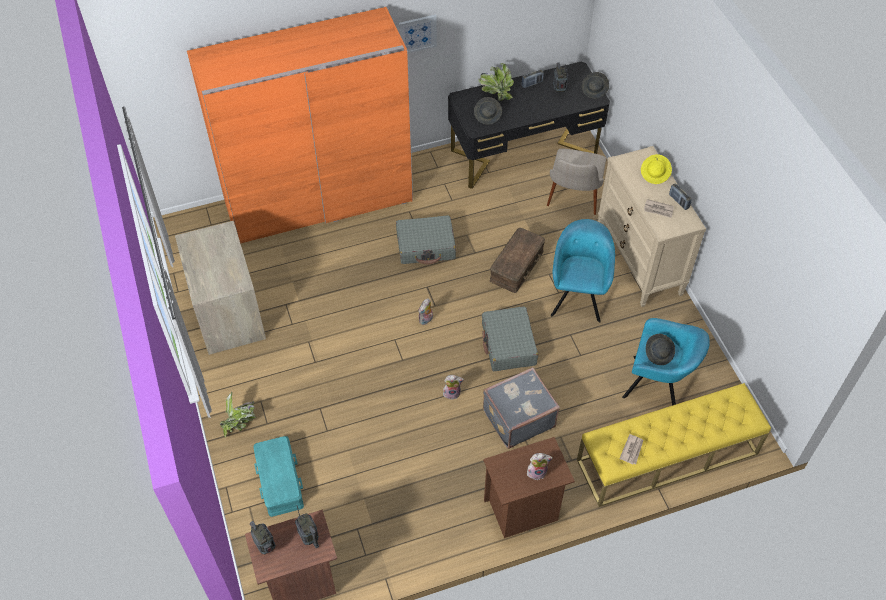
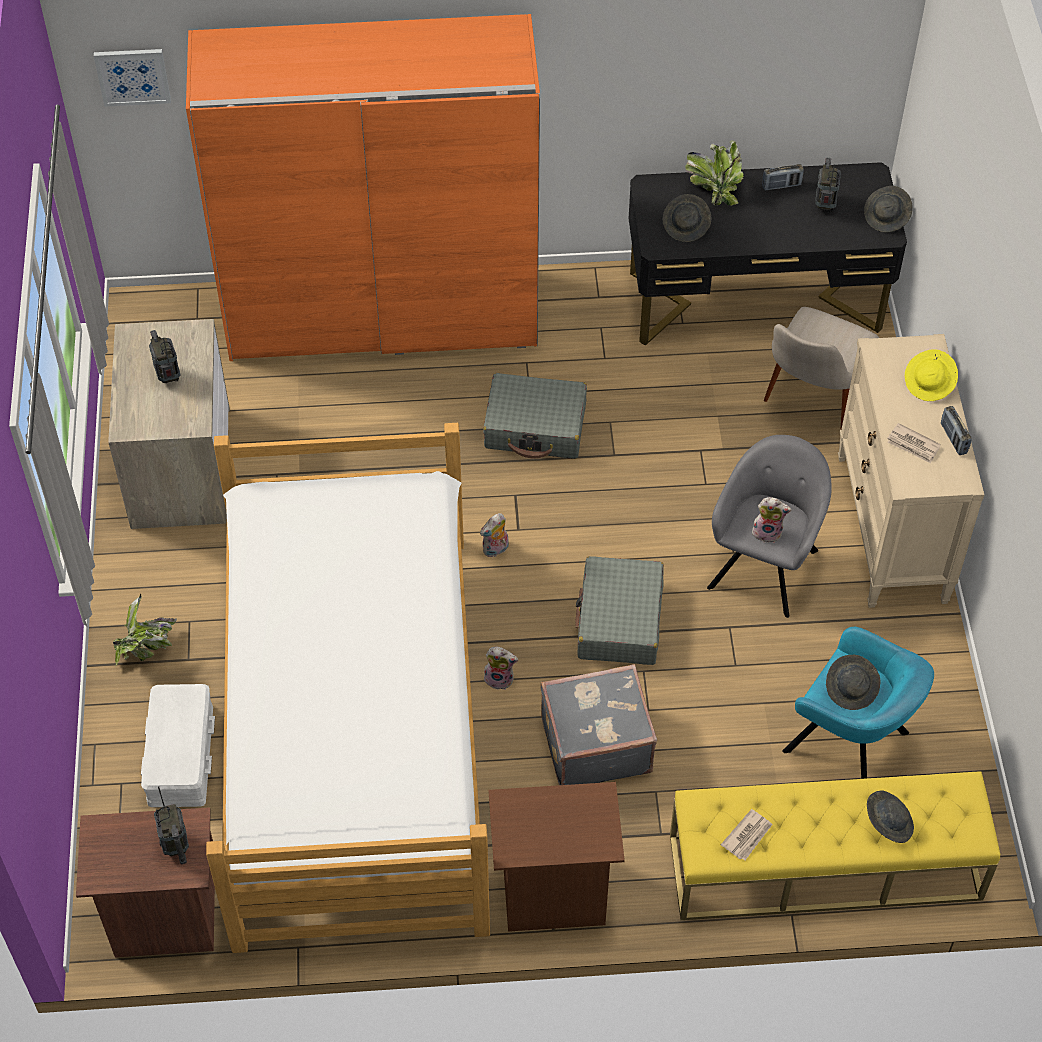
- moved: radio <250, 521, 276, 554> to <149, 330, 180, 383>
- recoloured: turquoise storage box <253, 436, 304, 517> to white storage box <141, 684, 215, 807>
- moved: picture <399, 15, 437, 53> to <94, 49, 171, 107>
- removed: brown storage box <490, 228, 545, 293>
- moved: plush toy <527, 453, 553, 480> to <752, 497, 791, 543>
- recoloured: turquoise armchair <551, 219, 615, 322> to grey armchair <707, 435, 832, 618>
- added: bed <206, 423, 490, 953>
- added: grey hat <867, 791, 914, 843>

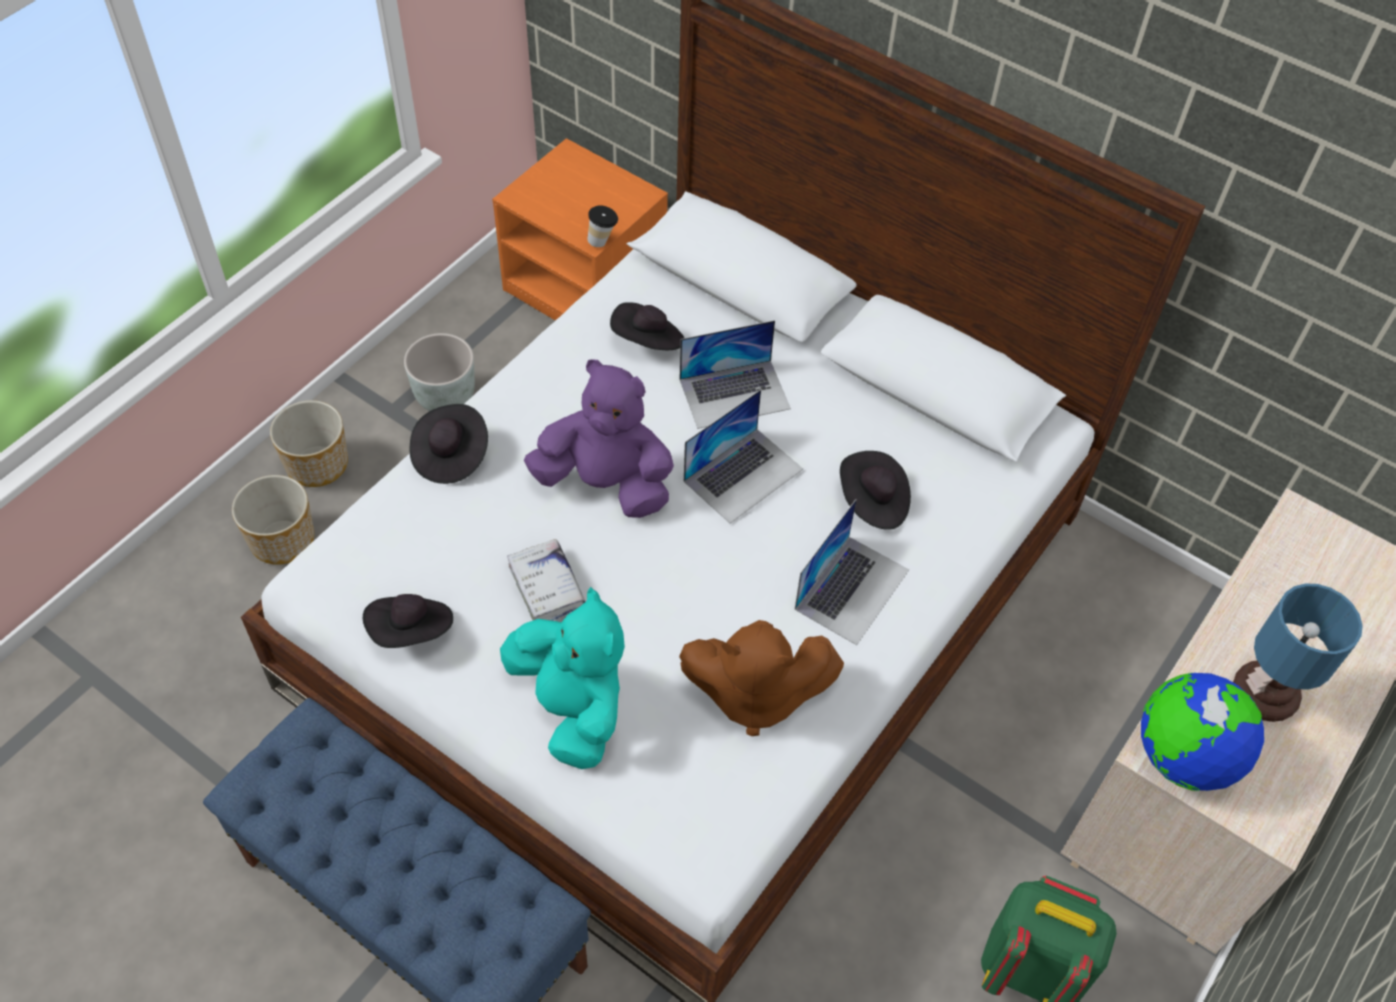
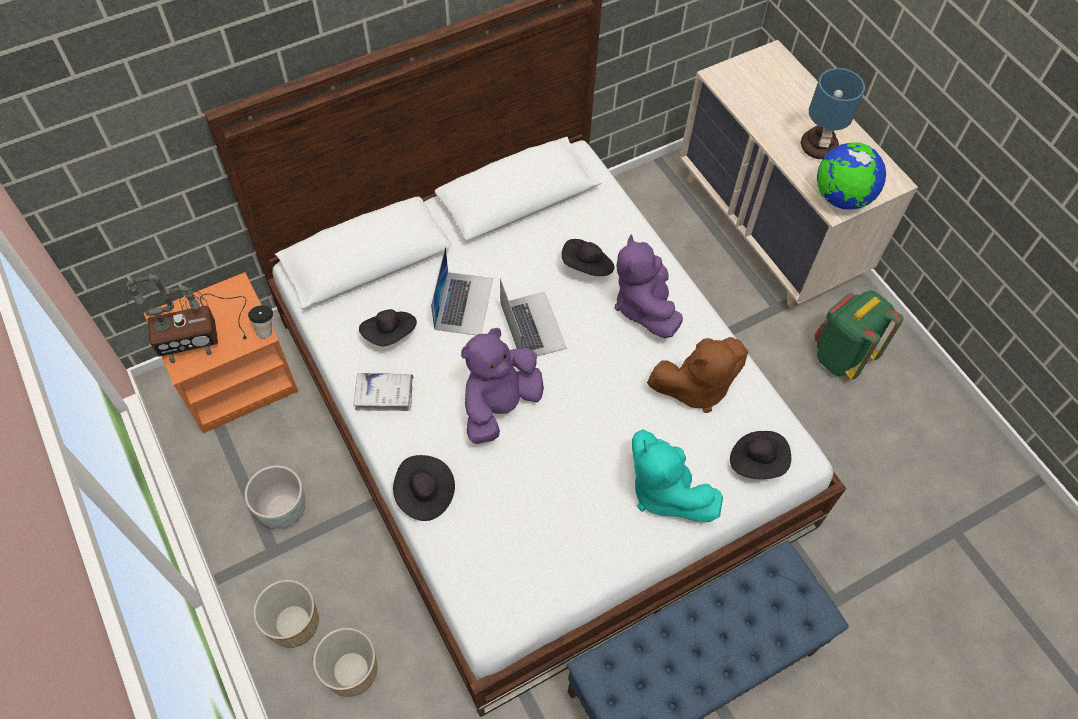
- moved: black hat <363, 594, 453, 648> to <730, 431, 791, 479>
- turned: turquoise plush toy <500, 587, 625, 769> = <632, 429, 723, 522> 120 degrees counterclockwise
- moved: white book <507, 539, 586, 621> to <353, 373, 414, 411>
- turned: brown plush toy <679, 620, 844, 736> = <647, 337, 748, 413> 45 degrees clockwise
- replaced: laptop <795, 499, 909, 645> to purple plush toy <615, 234, 683, 338>
- added: table lamp <124, 274, 247, 363>

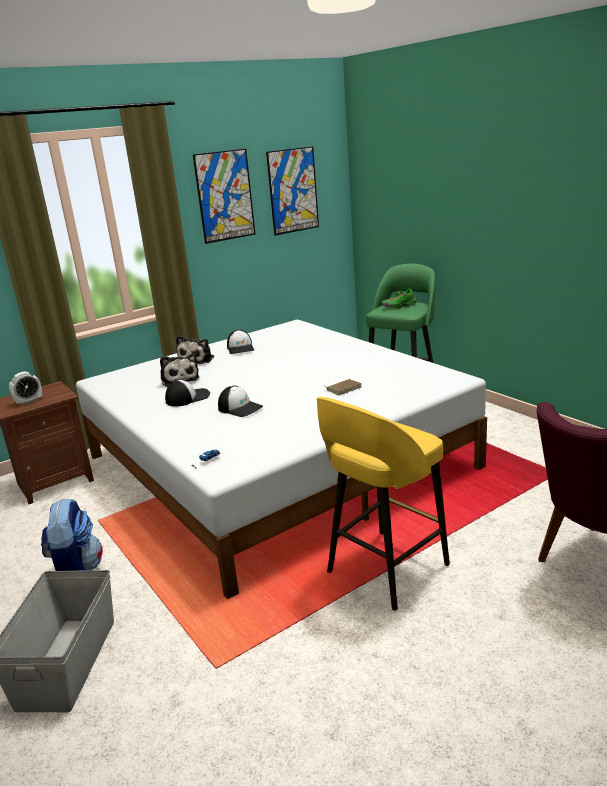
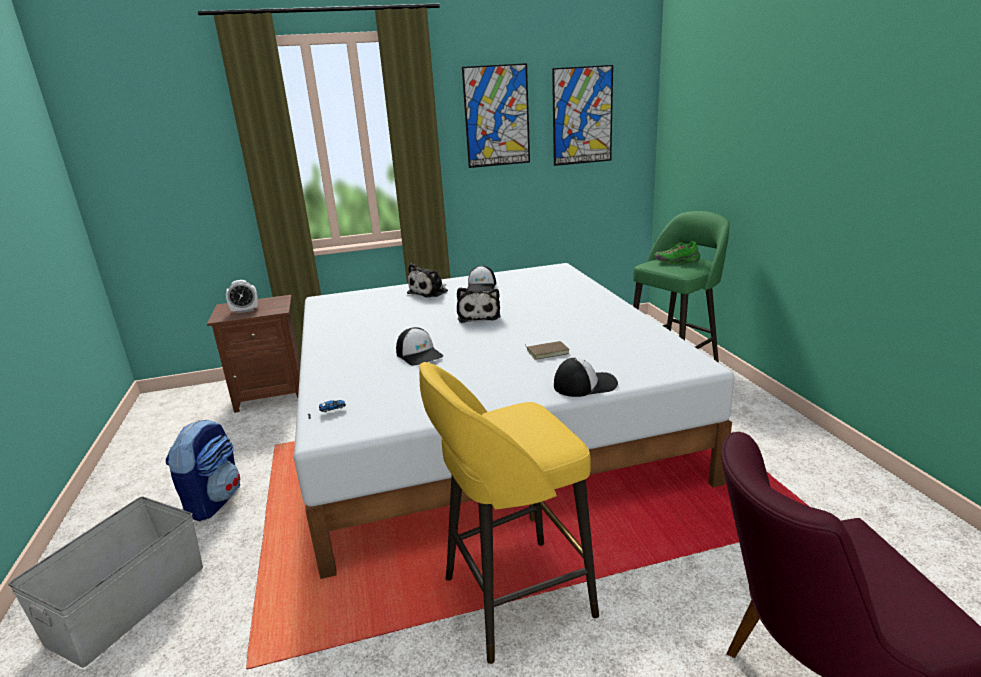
- moved: plush toy <160, 354, 200, 387> to <457, 287, 500, 323>
- moved: cap <165, 380, 210, 406> to <554, 358, 618, 397>

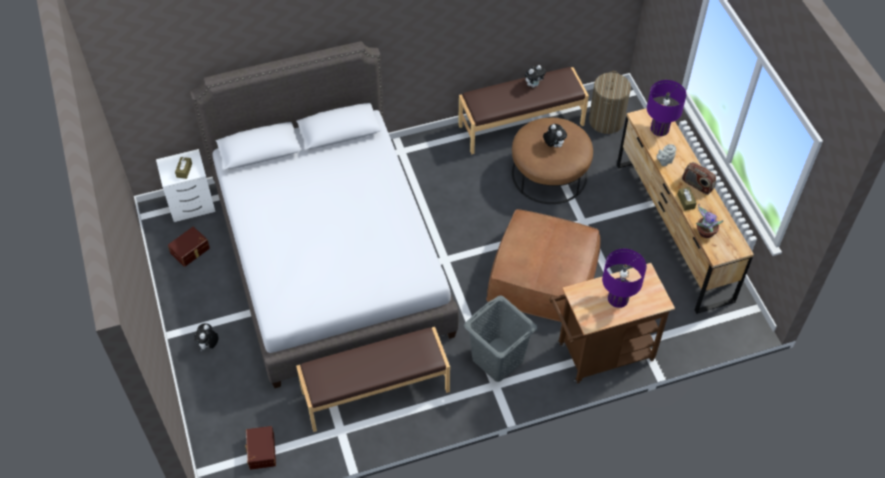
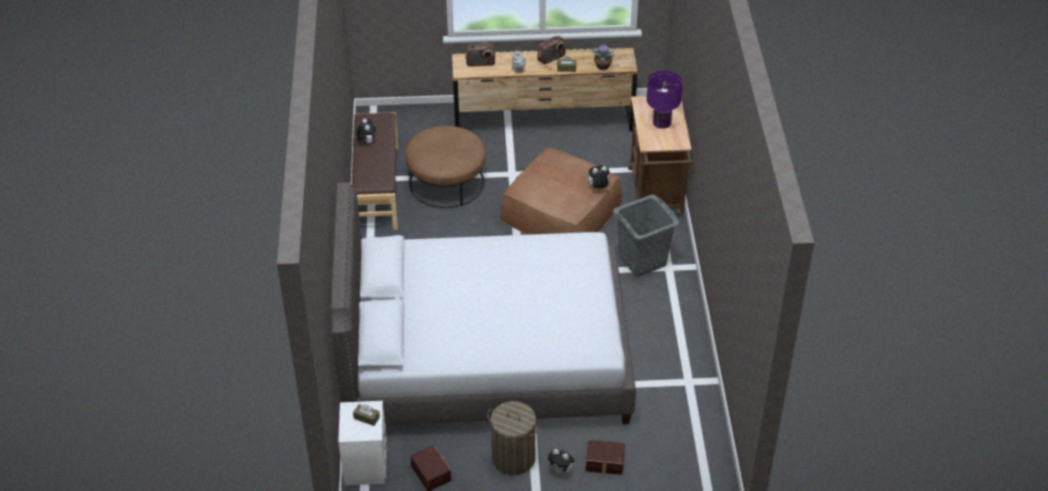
- moved: brown storage box <246, 426, 276, 470> to <585, 440, 625, 475>
- removed: brown bench <296, 327, 450, 432>
- moved: plush toy <543, 124, 567, 147> to <586, 165, 610, 188>
- moved: laundry basket <589, 71, 631, 134> to <487, 401, 539, 475>
- replaced: purple table lamp <647, 80, 686, 136> to radio <465, 42, 496, 67>

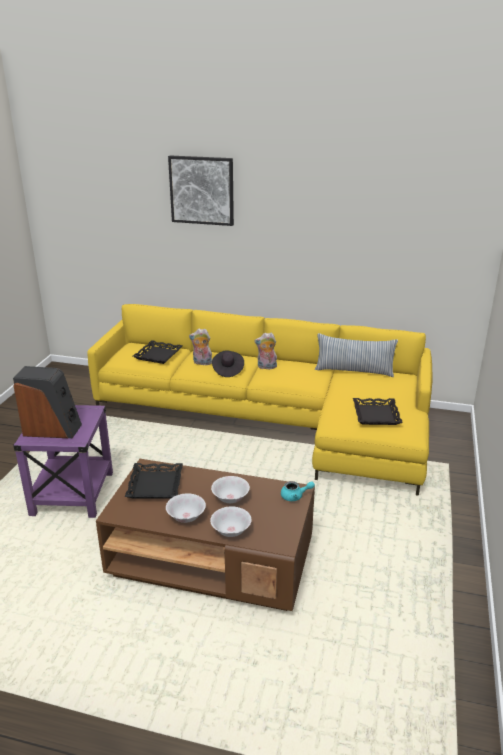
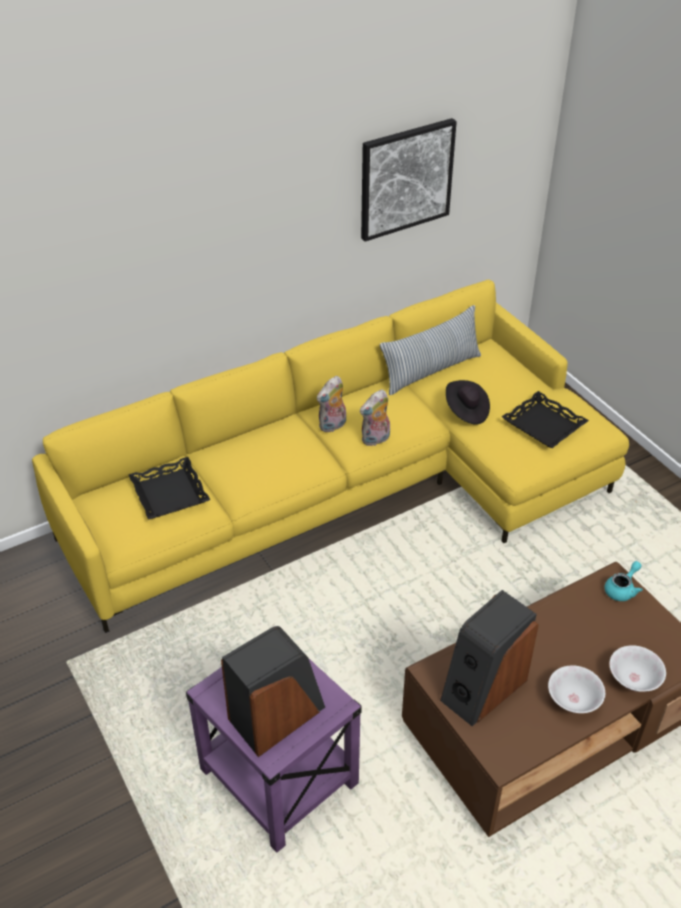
- replaced: black tray <125, 463, 183, 499> to speaker <440, 590, 539, 726>
- moved: picture <168, 156, 234, 226> to <361, 118, 457, 242>
- moved: plush toy <189, 329, 212, 365> to <360, 389, 390, 446>
- removed: white bowl <211, 476, 250, 503>
- moved: black hat <212, 350, 244, 377> to <446, 380, 490, 425>

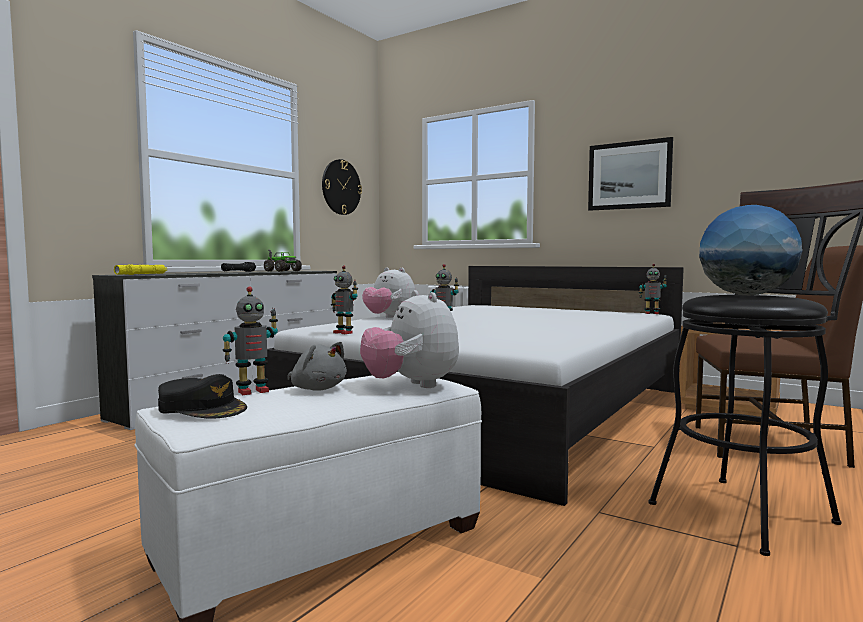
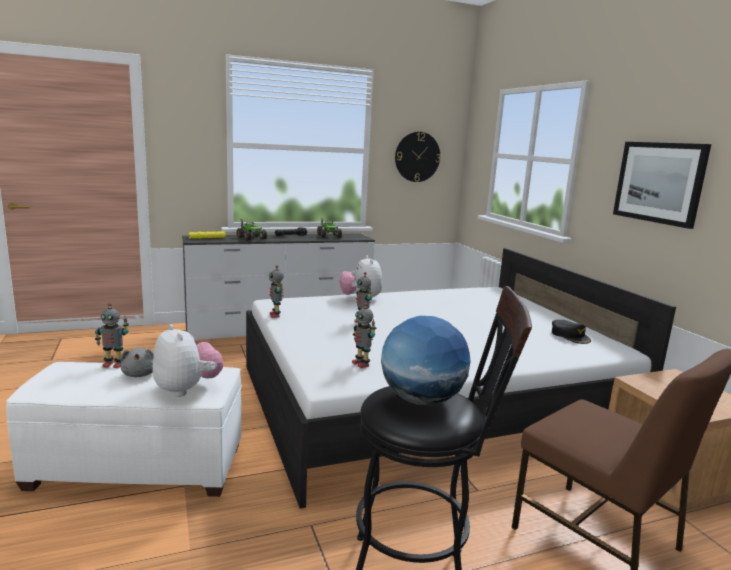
- moved: black cap <158, 374, 247, 419> to <552, 320, 591, 344>
- turned: plush toy <360, 290, 459, 388> = <152, 324, 224, 397> 135 degrees clockwise
- moved: toy robot <639, 264, 667, 314> to <352, 303, 376, 368>
- added: toy truck <237, 219, 267, 241>

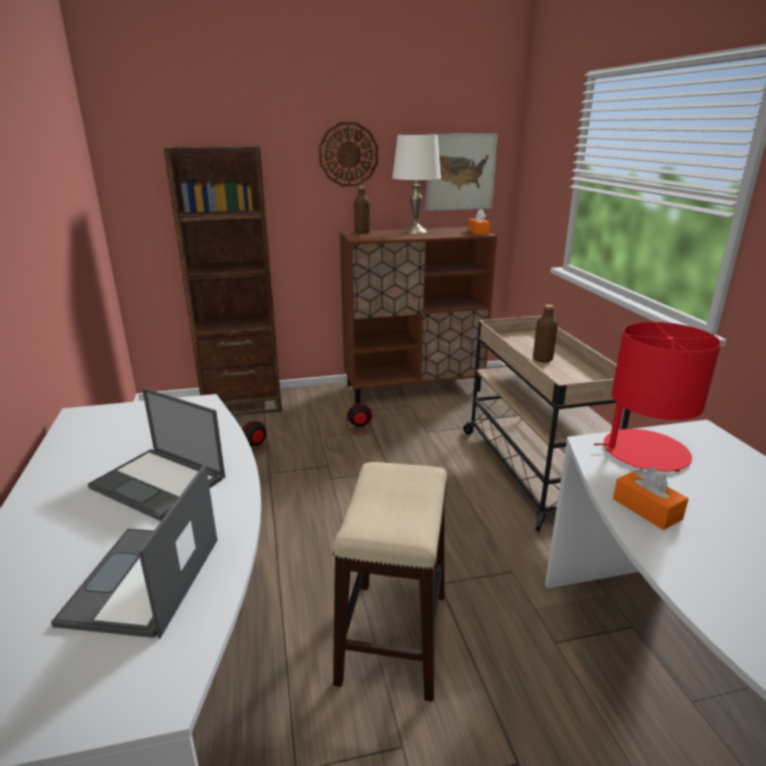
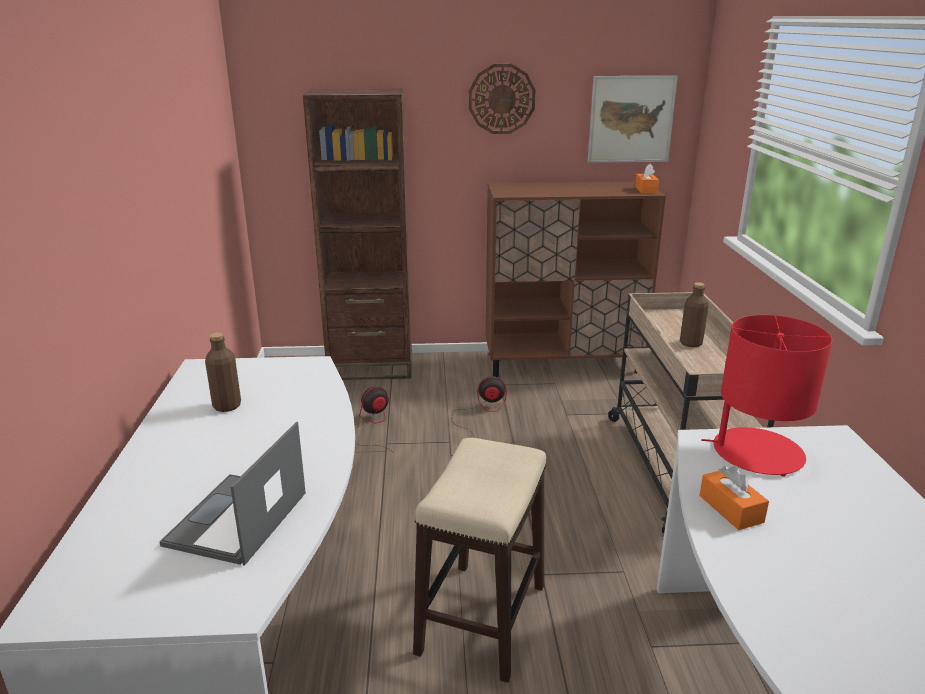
- removed: laptop <88, 388, 225, 521>
- moved: brown bottle <354, 186, 370, 233> to <205, 333, 241, 412>
- removed: white table lamp <392, 135, 441, 234>

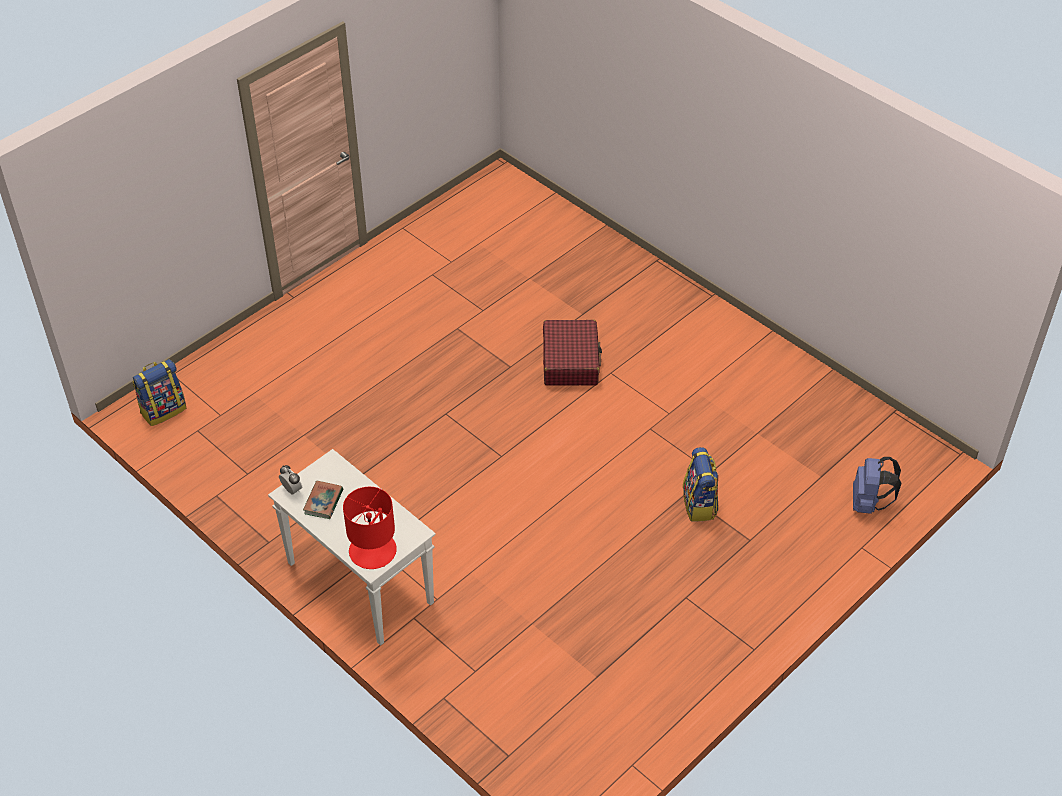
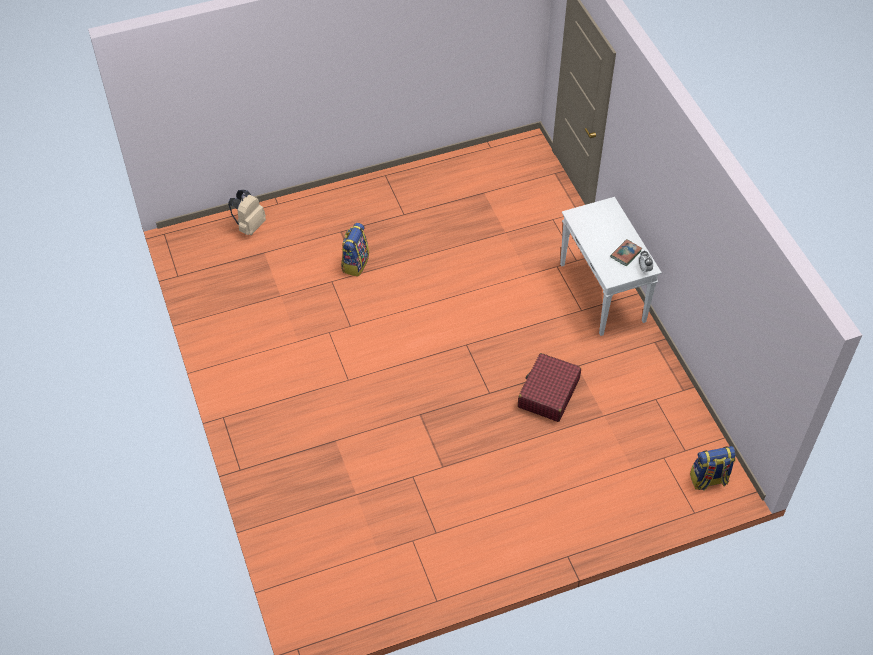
- removed: red table lamp <343, 487, 397, 569>
- moved: red suitcase <543, 320, 602, 386> to <518, 353, 581, 422>
- recoloured: blue backpack <853, 457, 901, 514> to beige backpack <228, 190, 266, 235>

